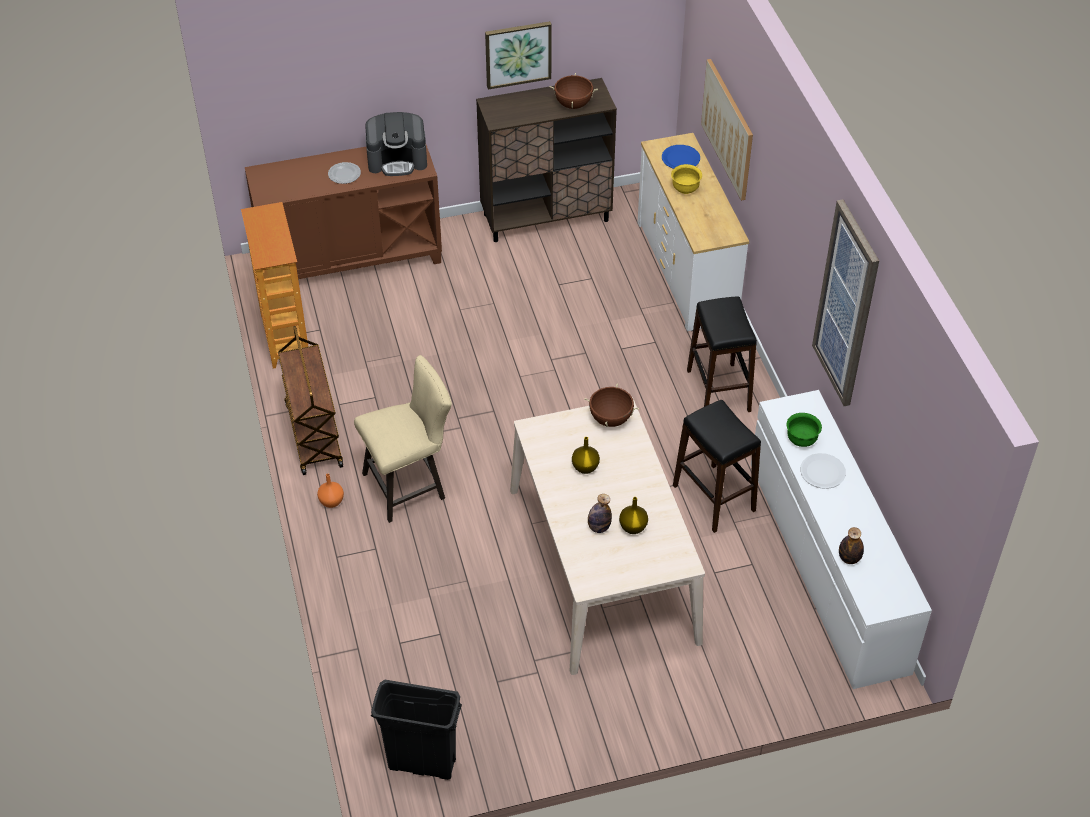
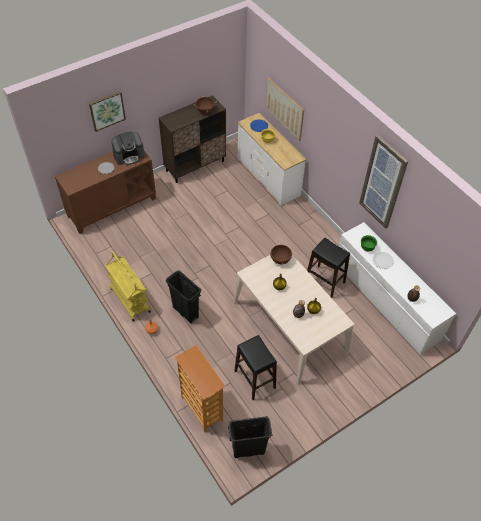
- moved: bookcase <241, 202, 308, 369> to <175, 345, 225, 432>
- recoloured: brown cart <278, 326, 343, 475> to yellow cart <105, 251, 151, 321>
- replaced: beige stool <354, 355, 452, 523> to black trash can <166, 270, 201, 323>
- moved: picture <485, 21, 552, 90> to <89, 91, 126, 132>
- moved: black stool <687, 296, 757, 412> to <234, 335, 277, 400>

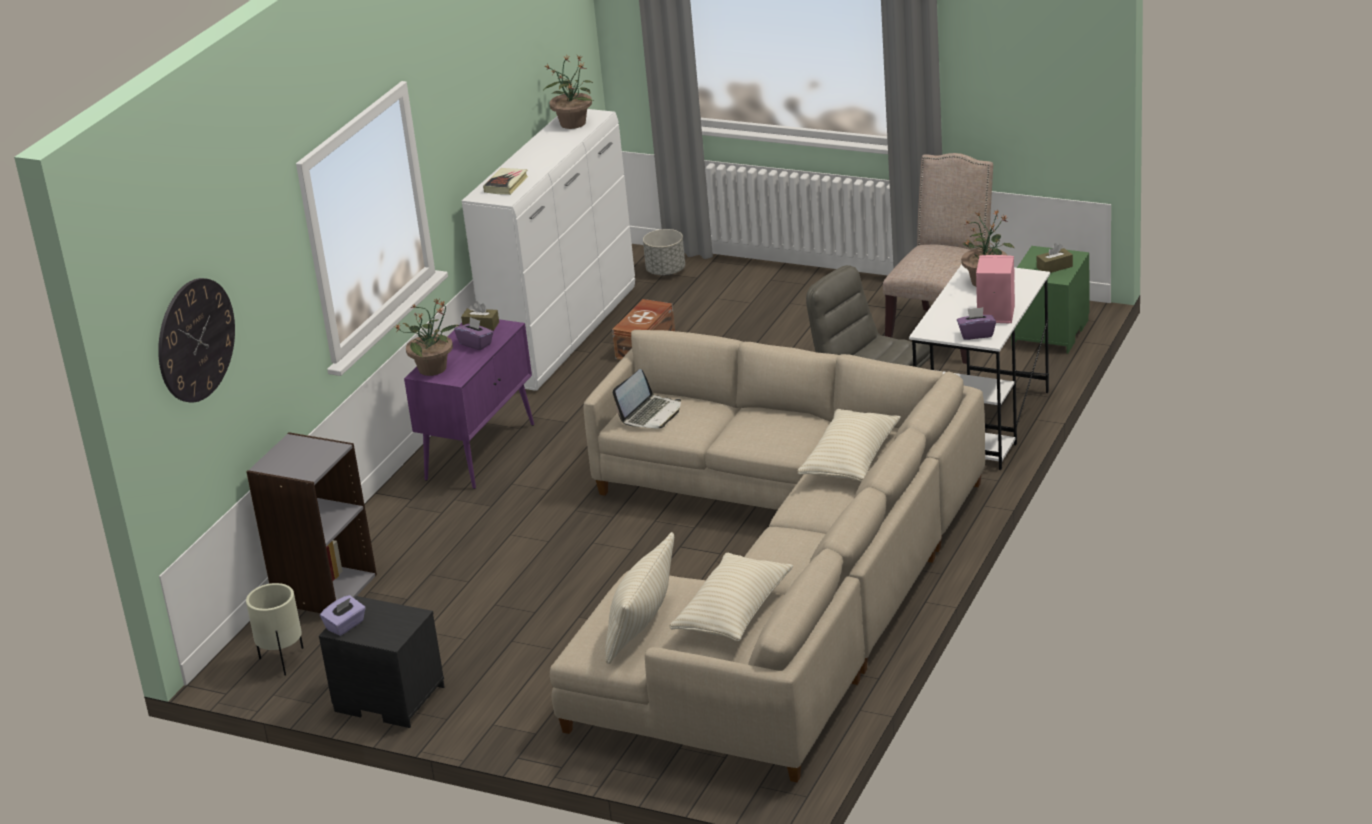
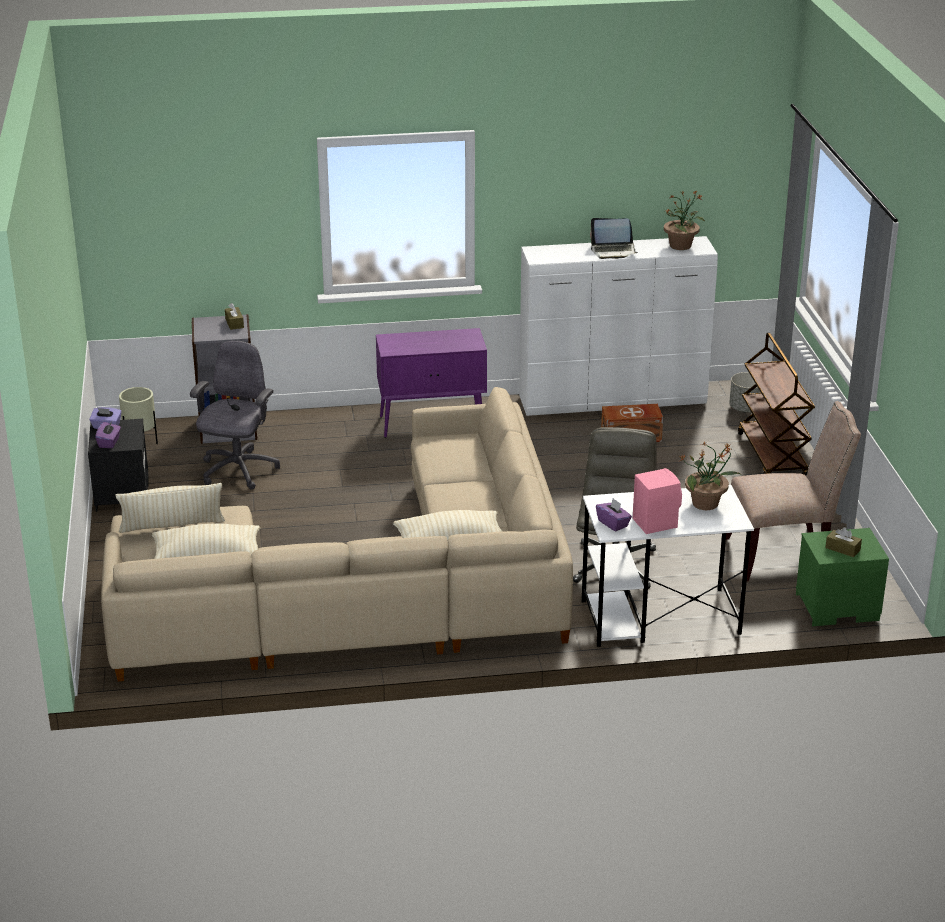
- removed: wall clock <158, 278, 235, 403>
- removed: potted plant <395, 298, 460, 376>
- moved: purple tissue box <454, 317, 494, 350> to <95, 421, 121, 448>
- moved: brown tissue box <461, 301, 499, 331> to <225, 303, 244, 330>
- removed: book <483, 168, 528, 195>
- moved: laptop <613, 369, 681, 429> to <590, 218, 638, 259>
- added: grey office chair <190, 341, 280, 490>
- added: brown cart <738, 333, 815, 476>

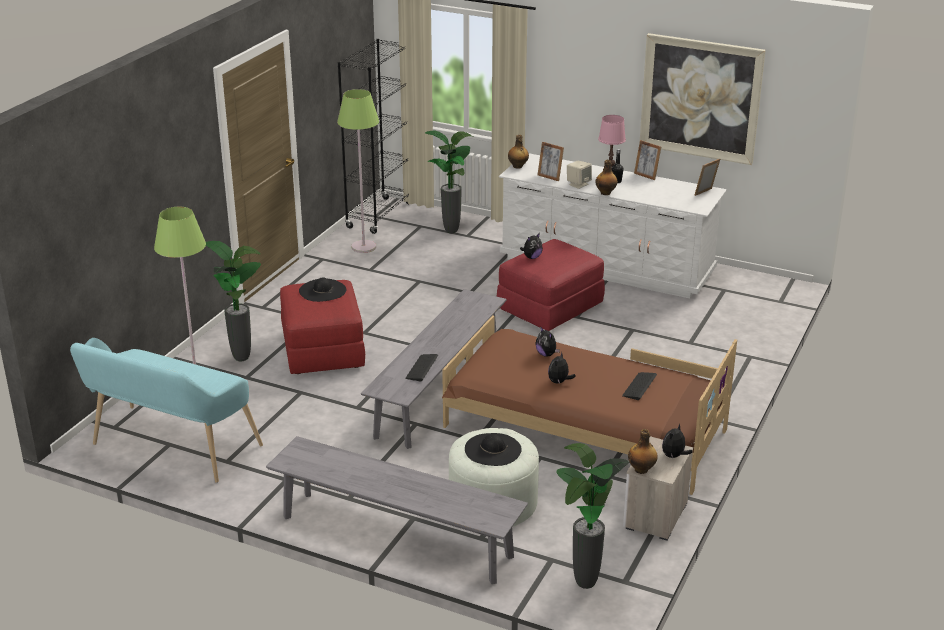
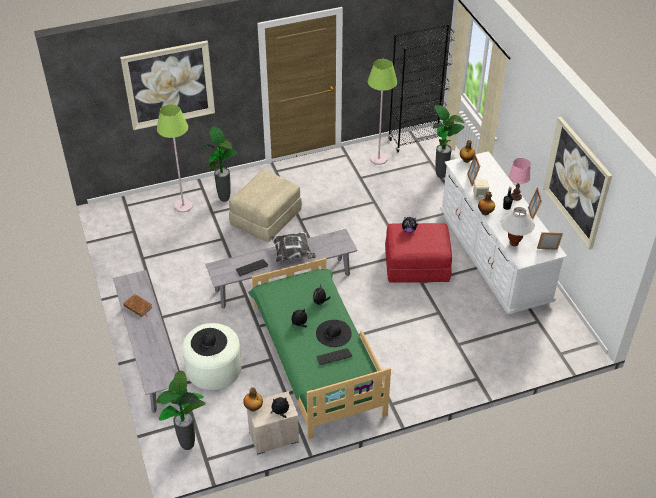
- removed: turquoise bench <70, 338, 263, 483>
- recoloured: red ottoman <280, 280, 365, 374> to beige ottoman <229, 170, 302, 242>
- moved: black hat <299, 277, 346, 302> to <316, 320, 352, 347>
- recoloured: brown bed <442, 315, 737, 495> to green bed <248, 258, 391, 439>
- added: picture <120, 41, 215, 130>
- added: brown book <124, 294, 153, 317>
- added: pillow <270, 231, 316, 262>
- added: white table lamp <501, 207, 535, 246>

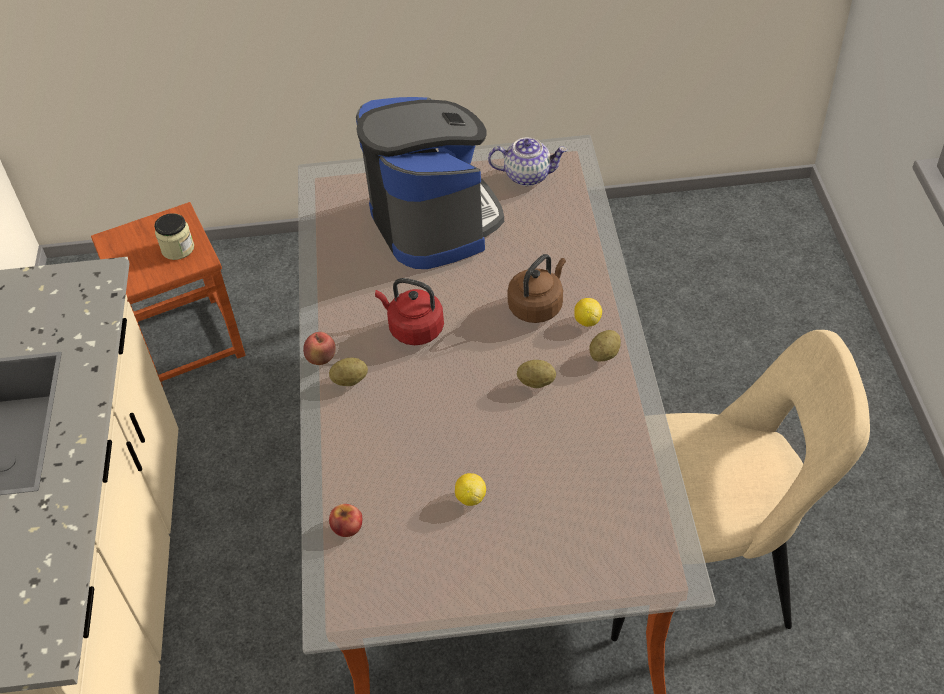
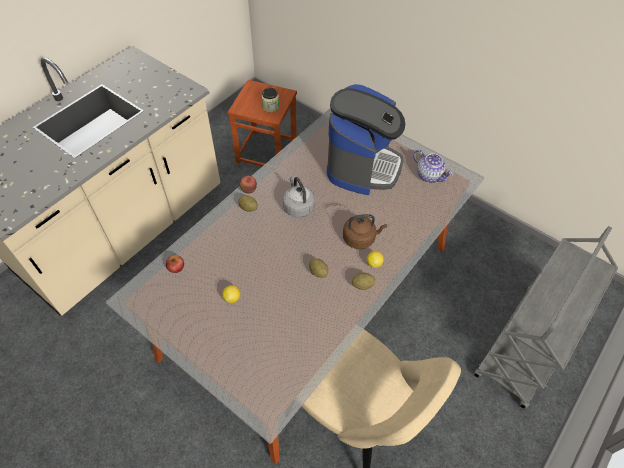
- recoloured: red kettle <375, 278, 444, 345> to grey kettle <283, 176, 315, 218>
- added: grey cart <474, 226, 618, 409>

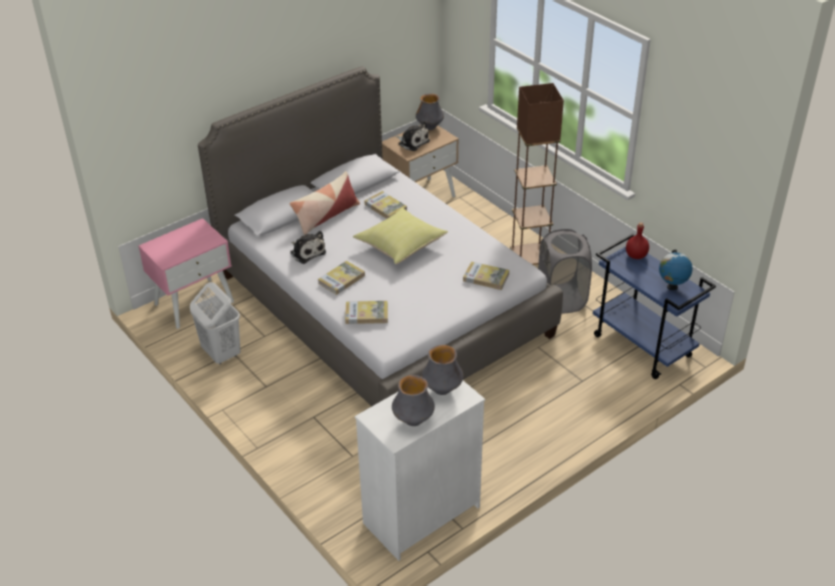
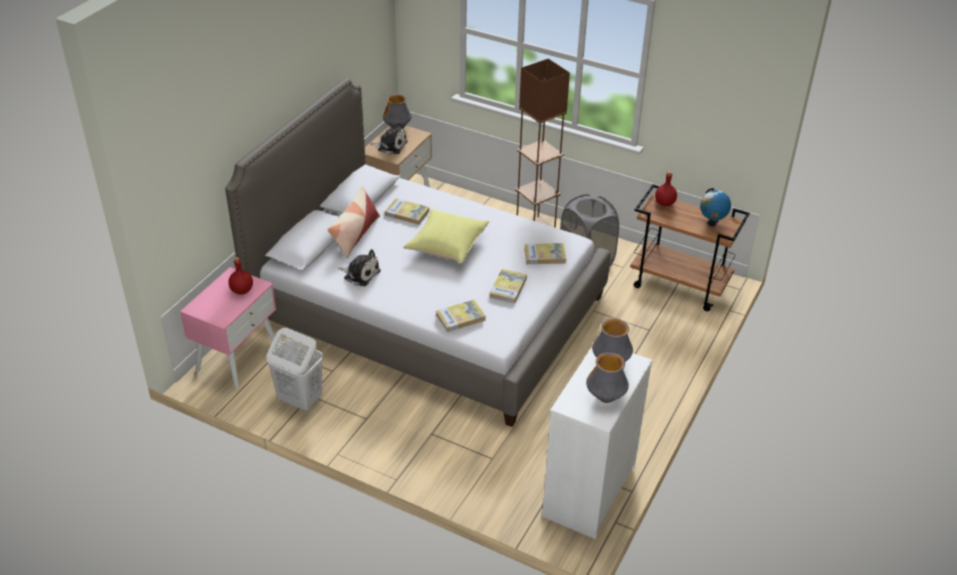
- moved: book <318, 261, 365, 295> to <489, 269, 527, 304>
- recoloured: blue cart <593, 233, 716, 379> to brown cart <630, 184, 750, 311>
- added: red bottle <228, 257, 253, 294>

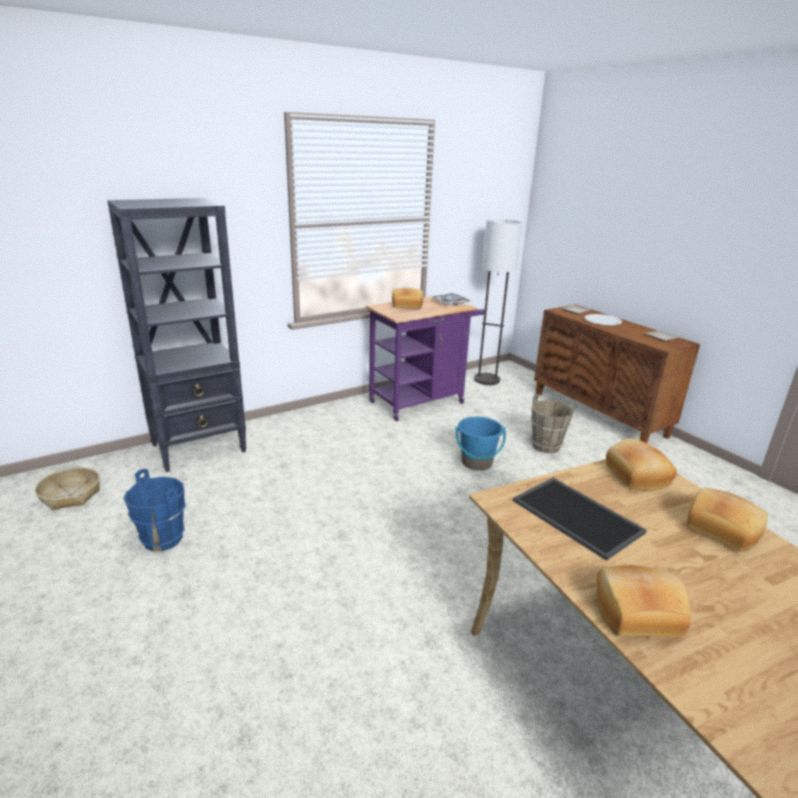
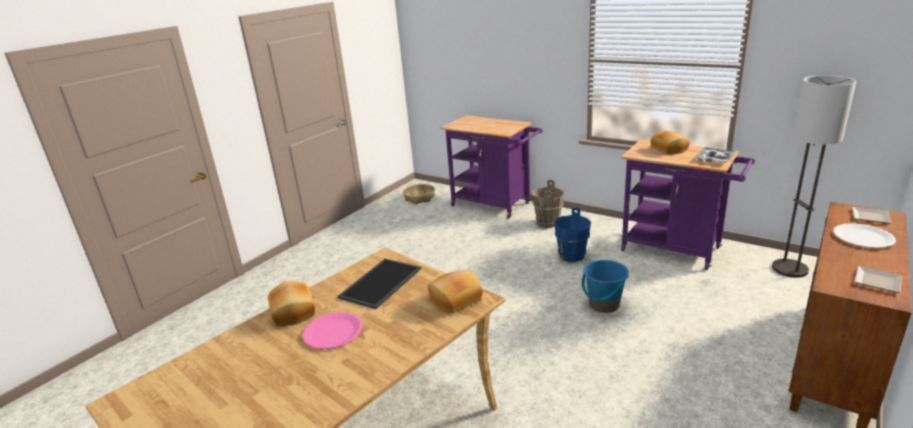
- replaced: black bookcase <107, 198, 247, 472> to purple cart <441, 115, 543, 219>
- moved: blue bucket <123, 469, 186, 551> to <554, 207, 591, 262>
- moved: brown bucket <531, 393, 575, 453> to <532, 180, 564, 228>
- removed: bread <687, 488, 768, 552>
- added: pink plate <303, 312, 362, 349>

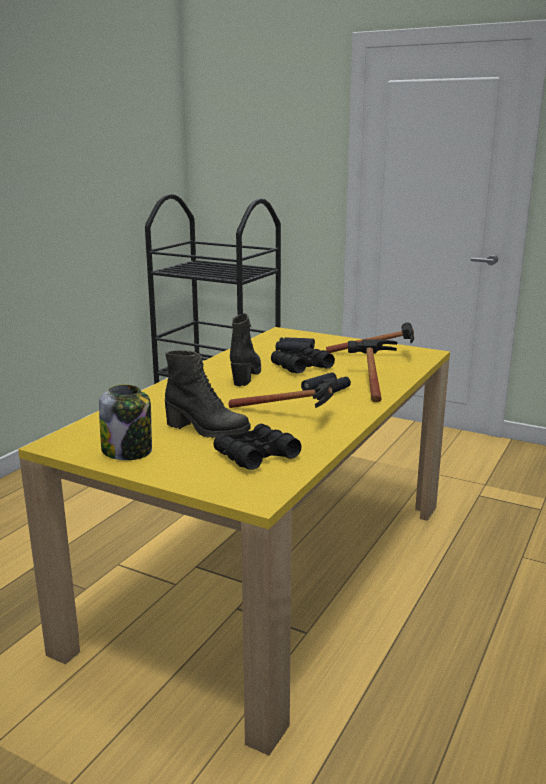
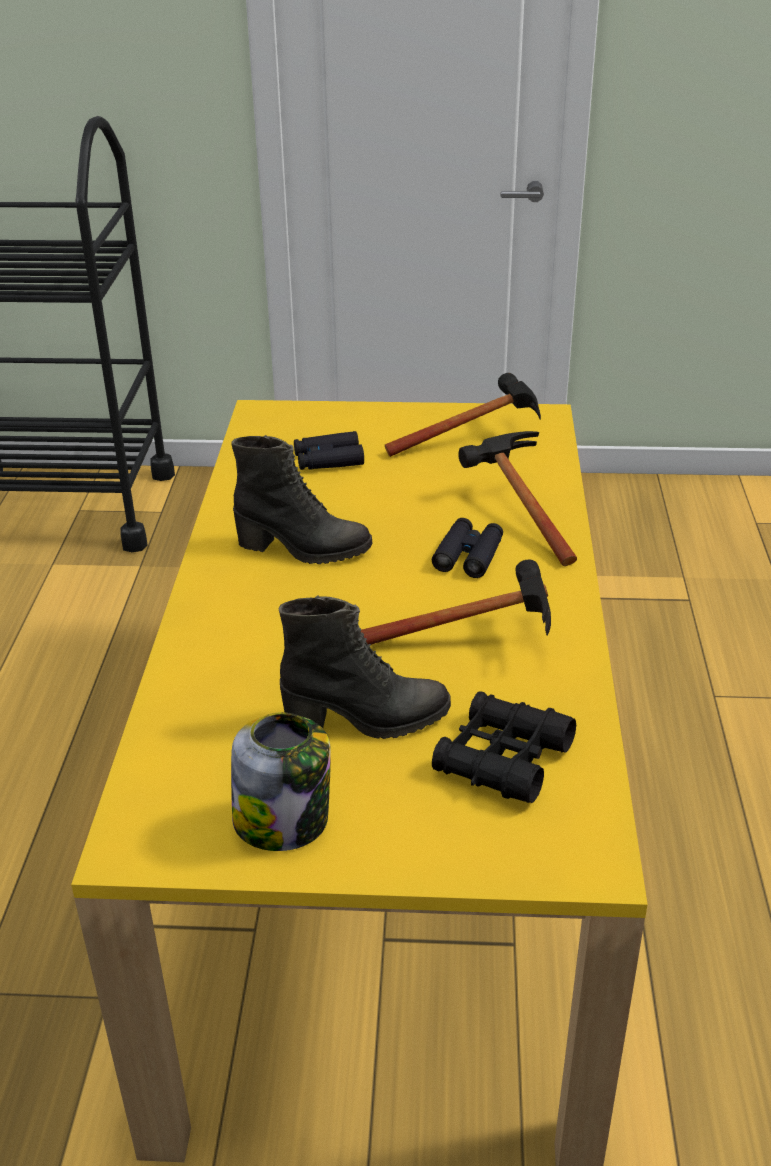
- turned: black boot <230, 313, 261, 386> = <231, 435, 373, 564> 120 degrees clockwise
- removed: black binoculars <271, 346, 335, 374>

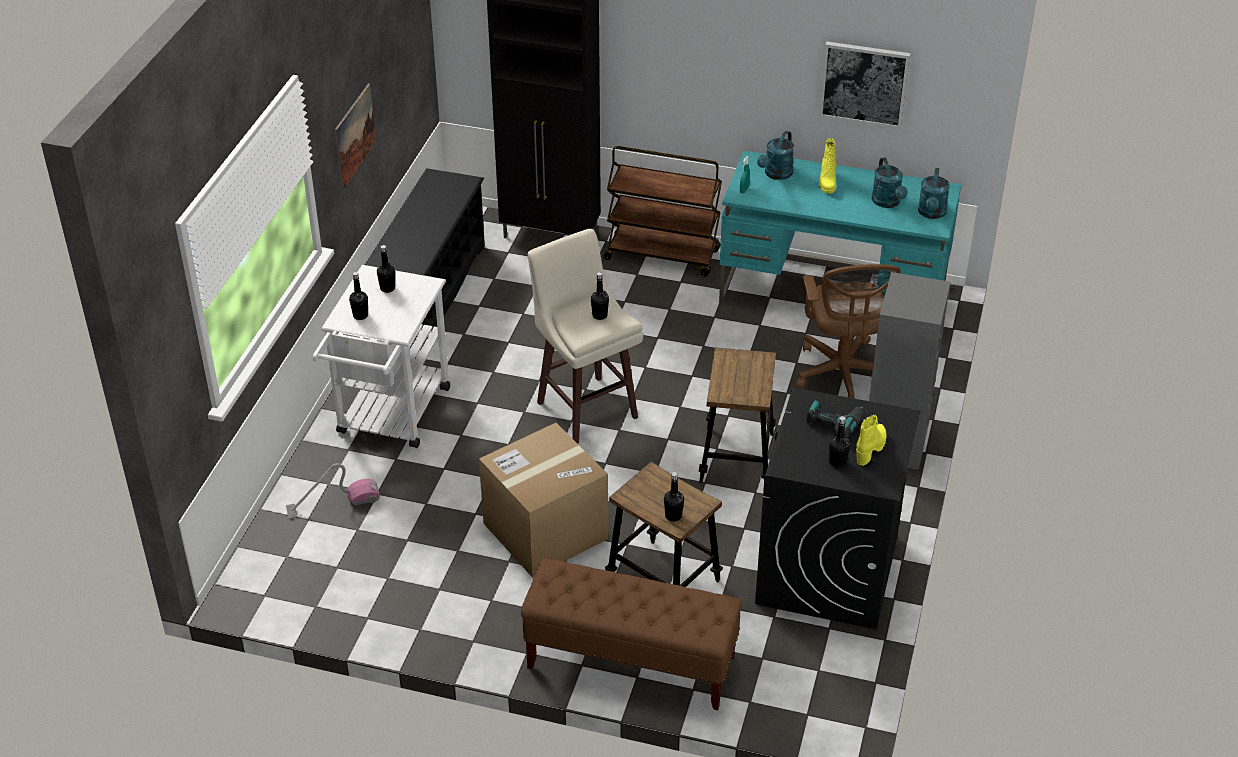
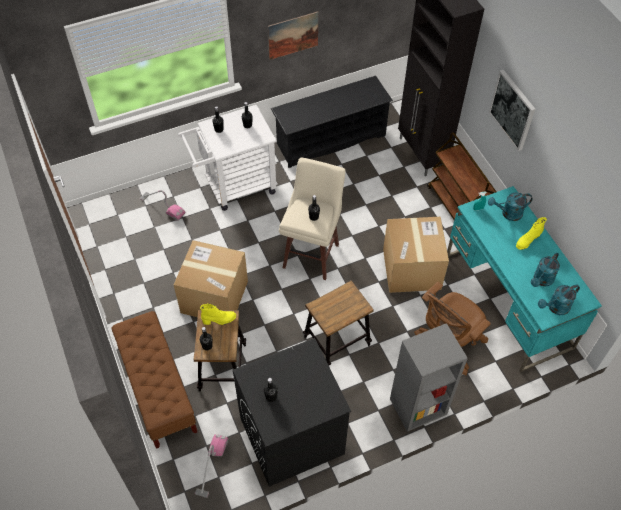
- removed: power drill <807, 400, 864, 438>
- moved: picture <819, 42, 911, 129> to <489, 70, 535, 151>
- moved: yellow boot <856, 414, 886, 466> to <200, 303, 236, 325>
- added: vacuum cleaner <195, 434, 228, 498>
- added: cardboard box <383, 217, 449, 293>

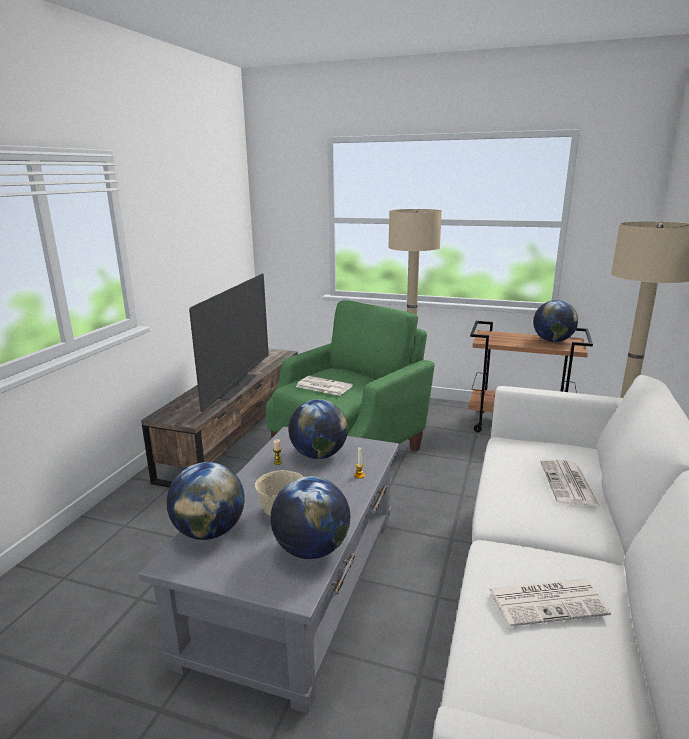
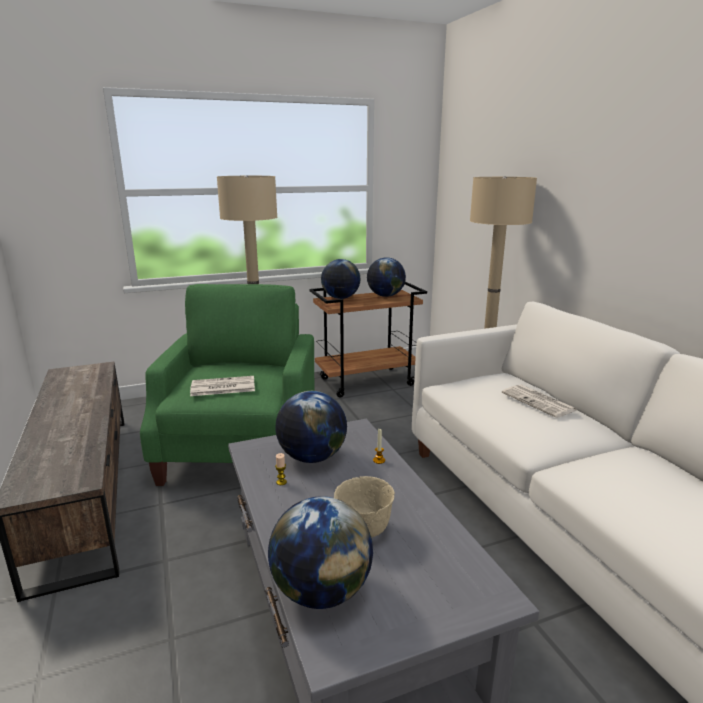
- removed: television <189, 274, 269, 412>
- moved: globe <270, 476, 350, 559> to <321, 259, 360, 299>
- removed: newspaper <489, 579, 611, 627>

